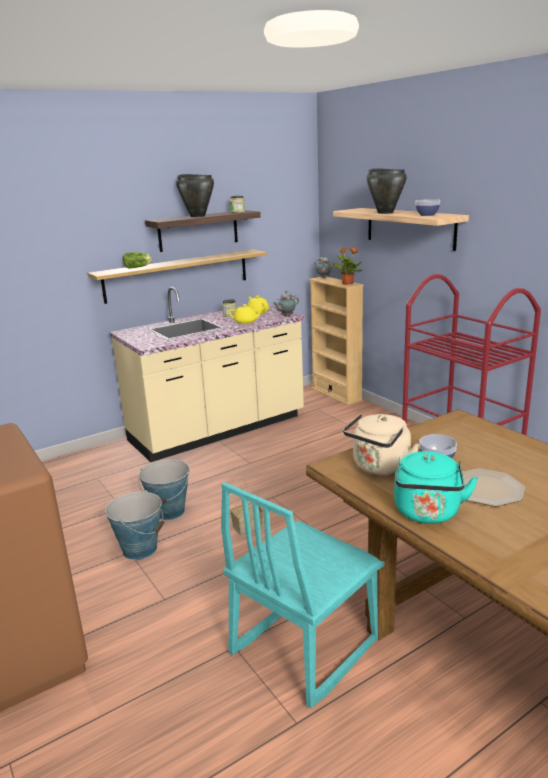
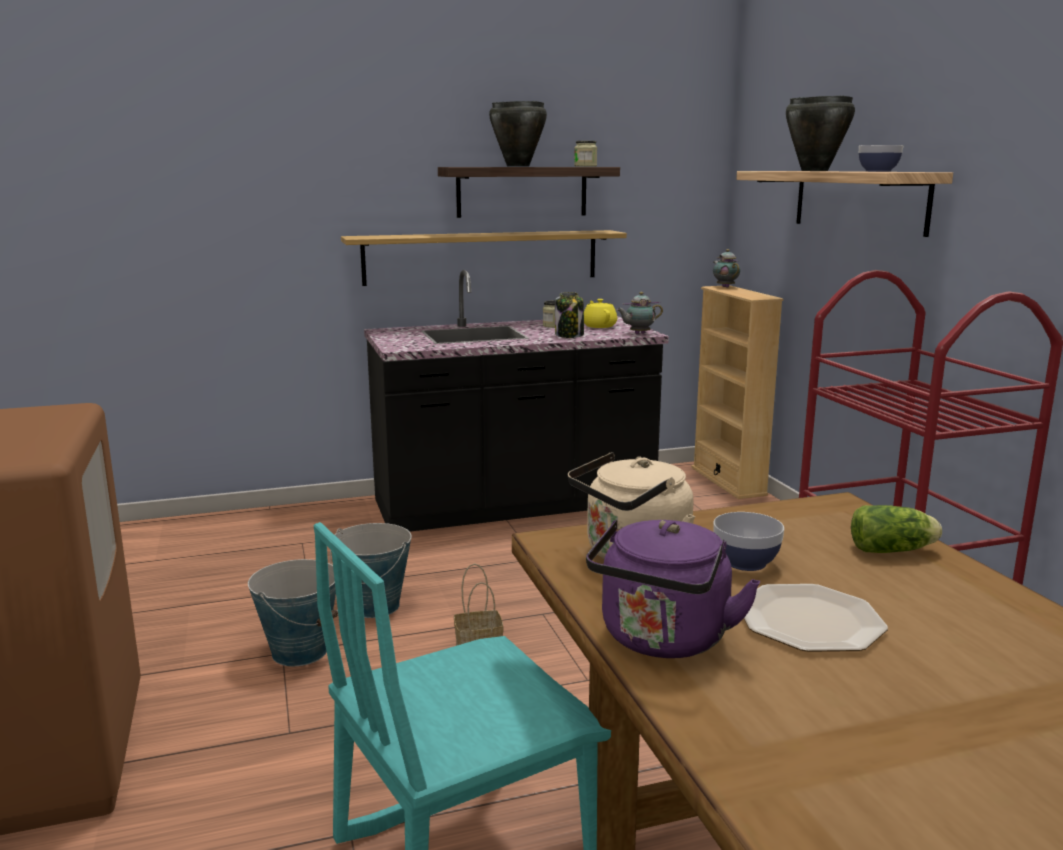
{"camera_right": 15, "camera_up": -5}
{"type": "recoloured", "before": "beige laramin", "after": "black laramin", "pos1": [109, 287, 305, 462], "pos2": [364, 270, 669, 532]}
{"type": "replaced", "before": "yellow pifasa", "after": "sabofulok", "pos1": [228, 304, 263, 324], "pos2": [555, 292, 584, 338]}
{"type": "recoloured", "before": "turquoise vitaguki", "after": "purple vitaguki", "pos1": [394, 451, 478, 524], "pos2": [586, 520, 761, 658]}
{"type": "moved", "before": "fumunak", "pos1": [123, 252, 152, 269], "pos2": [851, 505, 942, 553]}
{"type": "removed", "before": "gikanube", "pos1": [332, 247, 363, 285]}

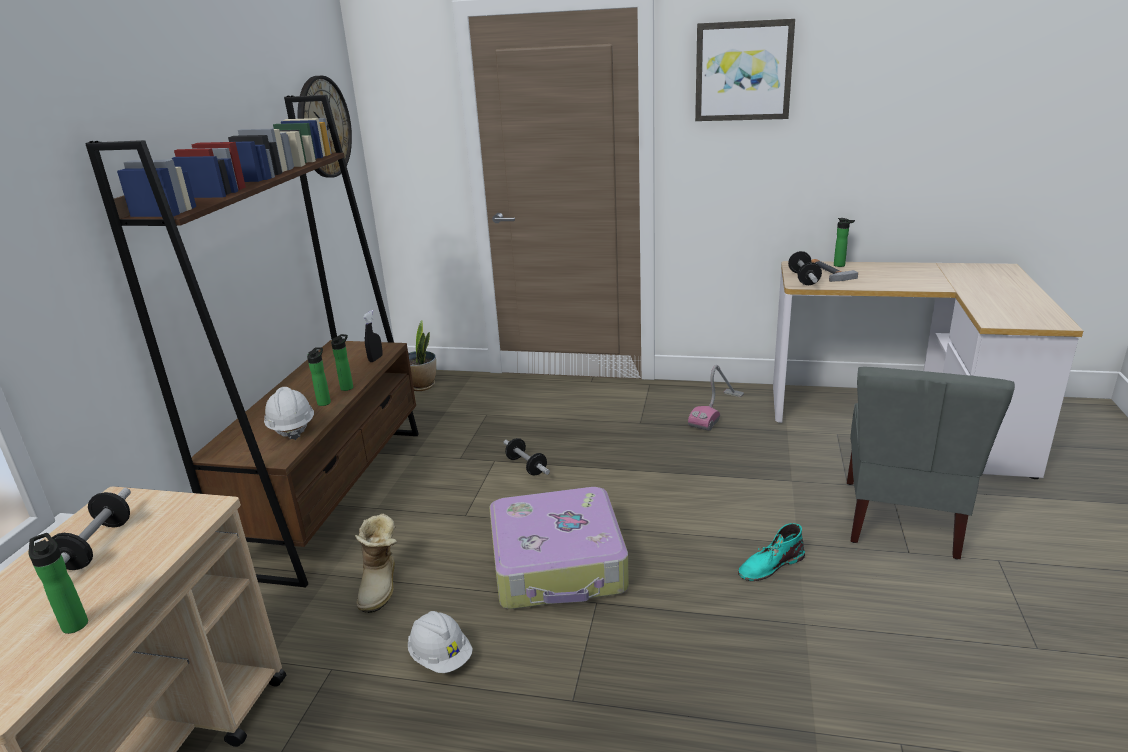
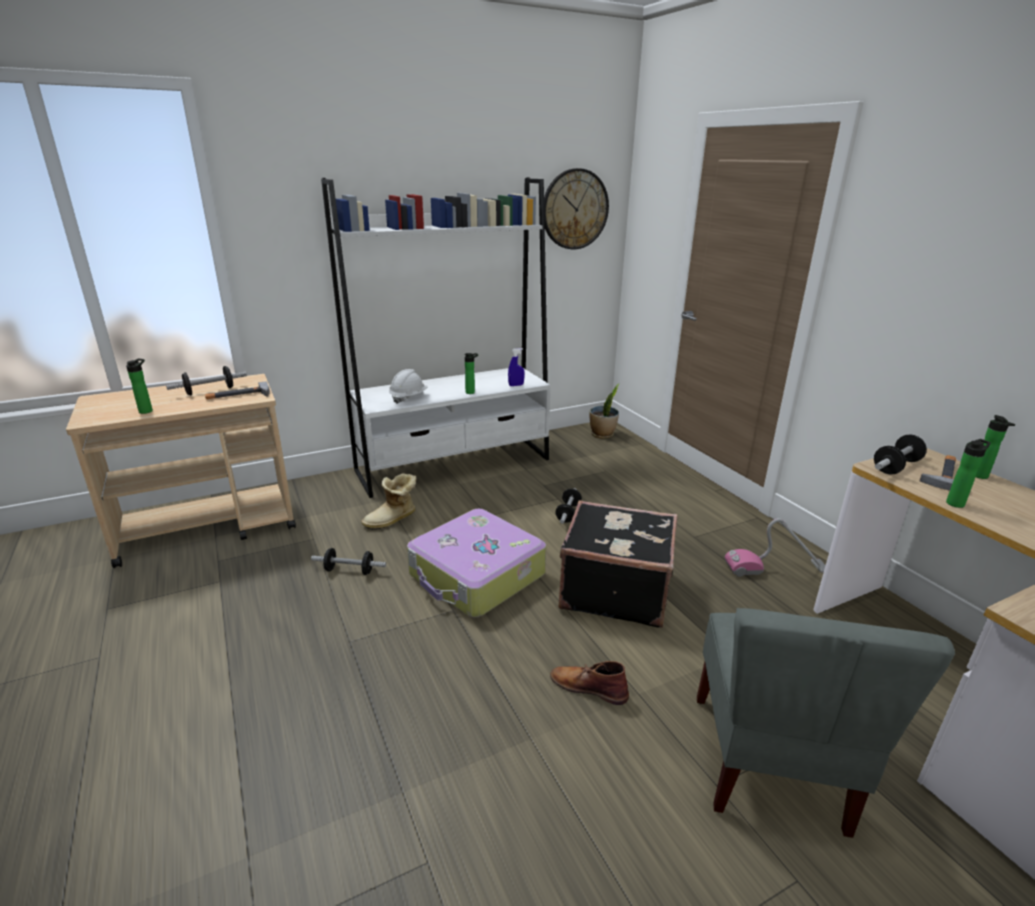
{"camera_right": 50, "camera_up": 0}
{"type": "added", "after": "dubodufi", "pos2": [205, 381, 270, 399]}
{"type": "replaced", "before": "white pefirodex", "after": "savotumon", "pos1": [408, 611, 473, 673], "pos2": [311, 548, 386, 575]}
{"type": "recoloured", "before": "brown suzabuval", "after": "white suzabuval", "pos1": [85, 95, 419, 587], "pos2": [321, 177, 551, 498]}
{"type": "recoloured", "before": "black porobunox", "after": "blue porobunox", "pos1": [363, 310, 383, 362], "pos2": [508, 348, 525, 386]}
{"type": "recoloured", "before": "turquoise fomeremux", "after": "brown fomeremux", "pos1": [738, 523, 805, 581], "pos2": [550, 661, 629, 705]}
{"type": "added", "after": "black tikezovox", "pos2": [559, 500, 677, 628]}
{"type": "turned", "before": "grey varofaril", "pos1": [847, 367, 1015, 559], "pos2": [697, 608, 955, 838], "turn": -60}
{"type": "moved", "before": "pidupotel", "pos1": [307, 347, 331, 406], "pos2": [946, 439, 991, 508]}
{"type": "removed", "before": "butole", "pos1": [695, 19, 795, 121]}

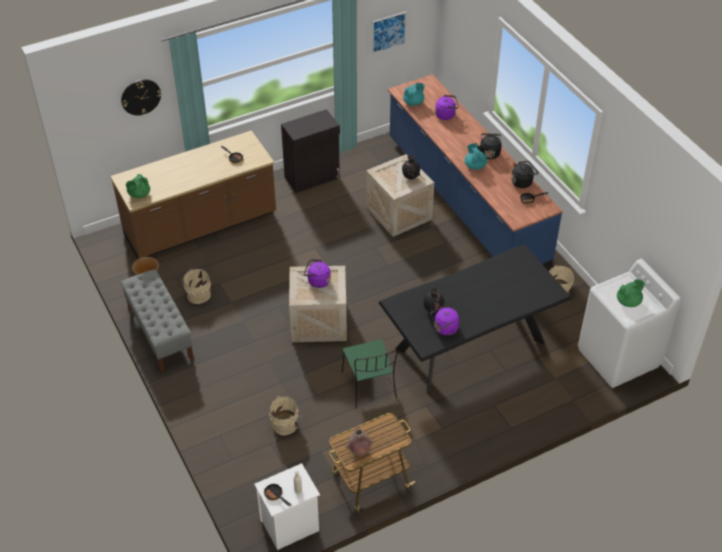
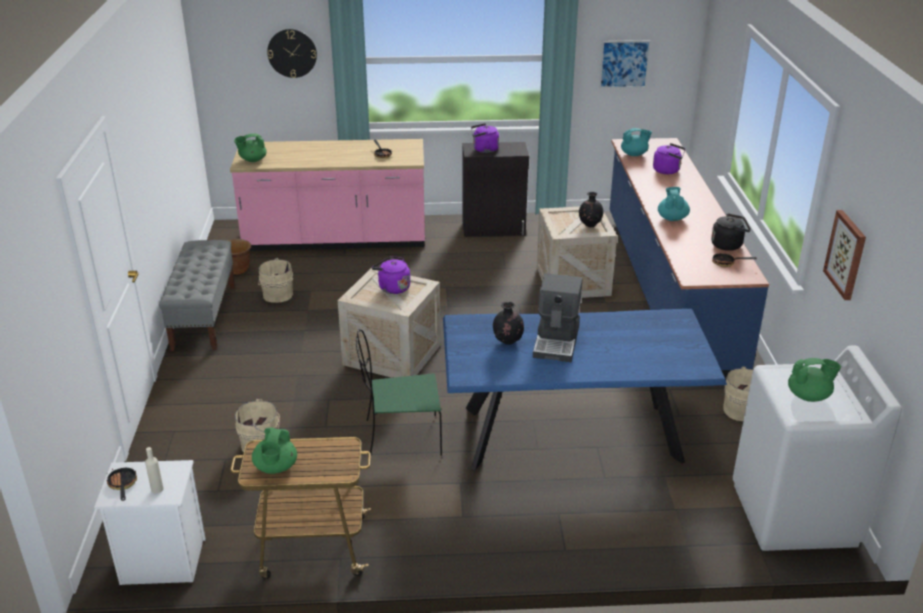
{"camera_right": 25, "camera_up": -15}
{"type": "recoloured", "before": "brown laramin", "after": "pink laramin", "pos1": [110, 130, 276, 259], "pos2": [230, 139, 425, 251]}
{"type": "replaced", "before": "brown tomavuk", "after": "green pifasa", "pos1": [346, 428, 373, 456], "pos2": [252, 427, 297, 474]}
{"type": "turned", "before": "green varofaril", "pos1": [342, 339, 398, 408], "pos2": [356, 329, 442, 456], "turn": 75}
{"type": "recoloured", "before": "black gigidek", "after": "blue gigidek", "pos1": [378, 244, 571, 394], "pos2": [443, 309, 727, 471]}
{"type": "moved", "before": "purple vitaguki", "pos1": [430, 307, 459, 335], "pos2": [471, 123, 499, 153]}
{"type": "added", "after": "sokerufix", "pos2": [533, 273, 582, 362]}
{"type": "added", "after": "butole", "pos2": [823, 210, 866, 300]}
{"type": "removed", "before": "black vitaguki", "pos1": [475, 133, 501, 159]}

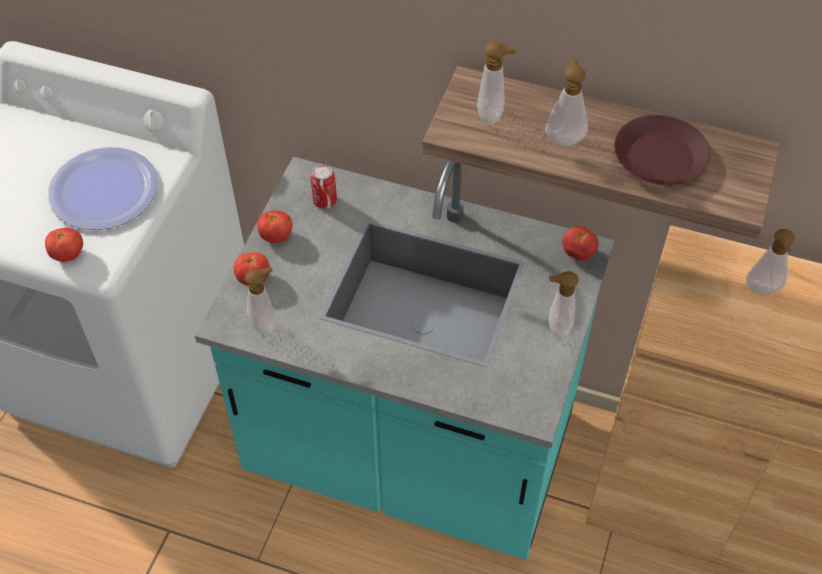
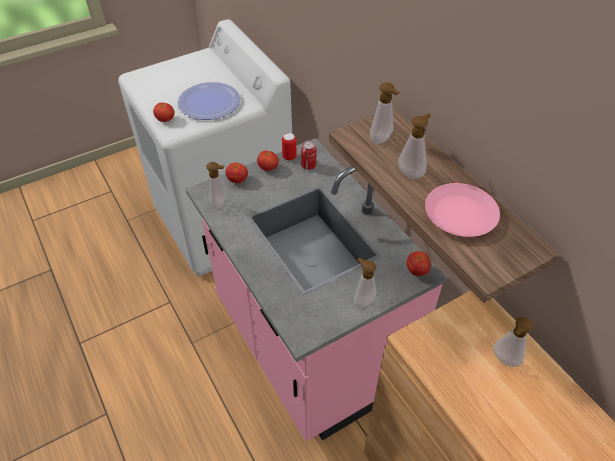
{"camera_right": 40, "camera_up": -5}
{"type": "recoloured", "before": "turquoise laramin", "after": "pink laramin", "pos1": [195, 157, 614, 560], "pos2": [186, 138, 447, 441]}
{"type": "added", "after": "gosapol", "pos2": [282, 133, 297, 161]}
{"type": "recoloured", "before": "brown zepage", "after": "pink zepage", "pos1": [614, 115, 710, 185], "pos2": [425, 183, 500, 237]}

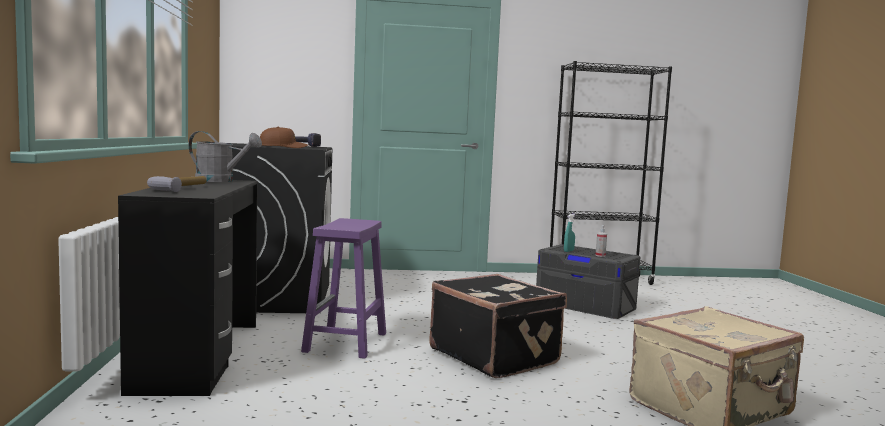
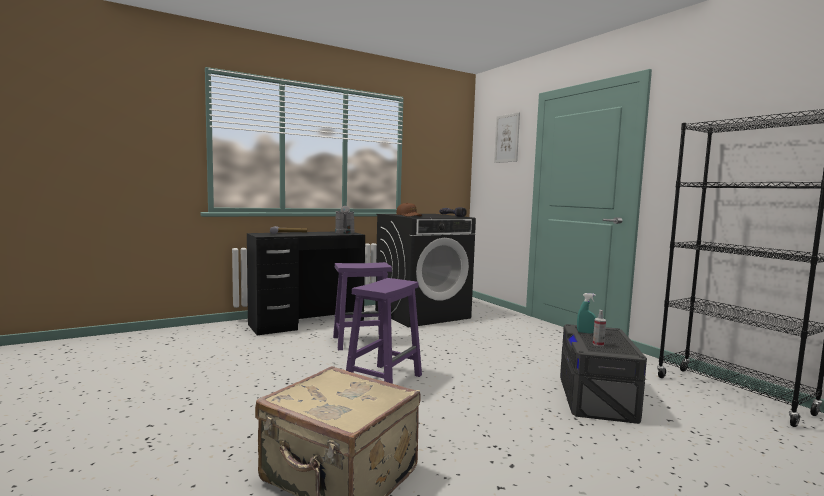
{"camera_right": 65, "camera_up": 0}
{"type": "replaced", "before": "black tikezovox", "after": "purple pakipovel", "pos1": [429, 274, 567, 378], "pos2": [346, 278, 422, 384]}
{"type": "added", "after": "butole", "pos2": [494, 112, 520, 163]}

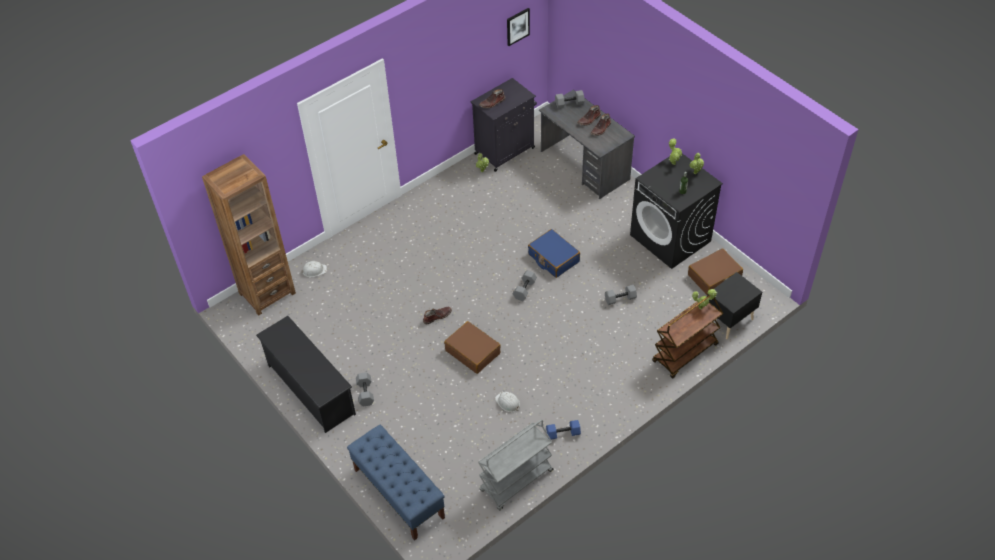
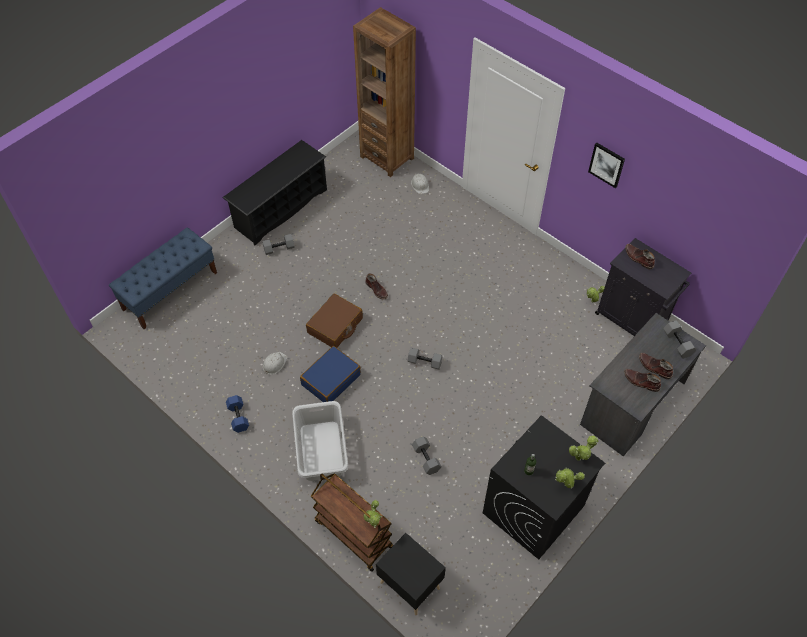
{"camera_right": 80, "camera_up": 5}
{"type": "added", "after": "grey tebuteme", "pos2": [292, 401, 348, 481]}
{"type": "moved", "before": "blue tikezovox", "pos1": [528, 229, 580, 278], "pos2": [300, 346, 361, 402]}
{"type": "moved", "before": "butole", "pos1": [507, 8, 530, 46], "pos2": [588, 143, 625, 188]}
{"type": "removed", "before": "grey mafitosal", "pos1": [478, 419, 553, 511]}
{"type": "removed", "before": "brown tikezovox", "pos1": [688, 248, 743, 295]}

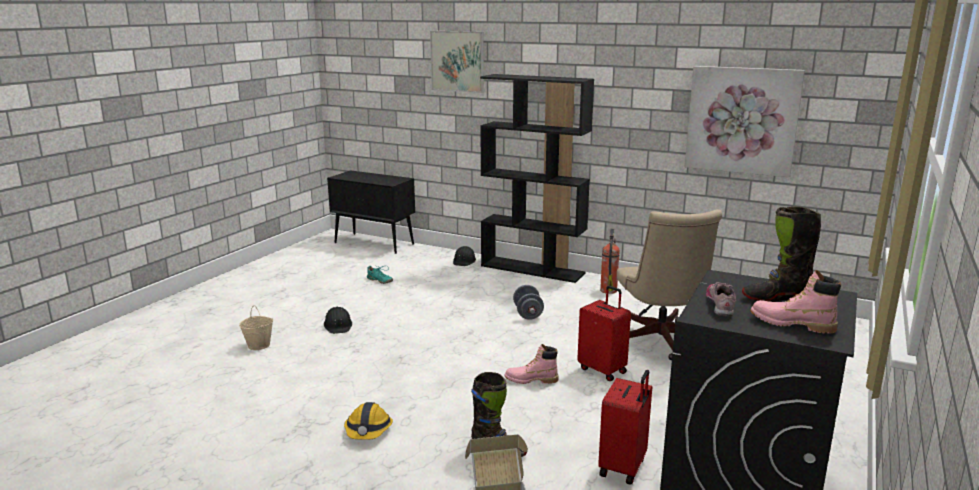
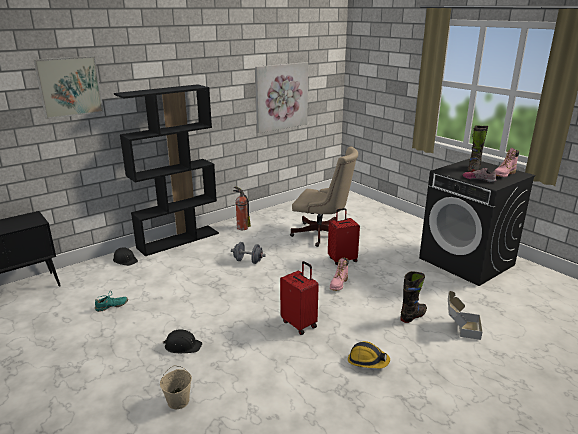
{"camera_right": -65, "camera_up": 5}
{"type": "moved", "before": "red tikezovox", "pos1": [598, 370, 652, 485], "pos2": [280, 261, 319, 335]}

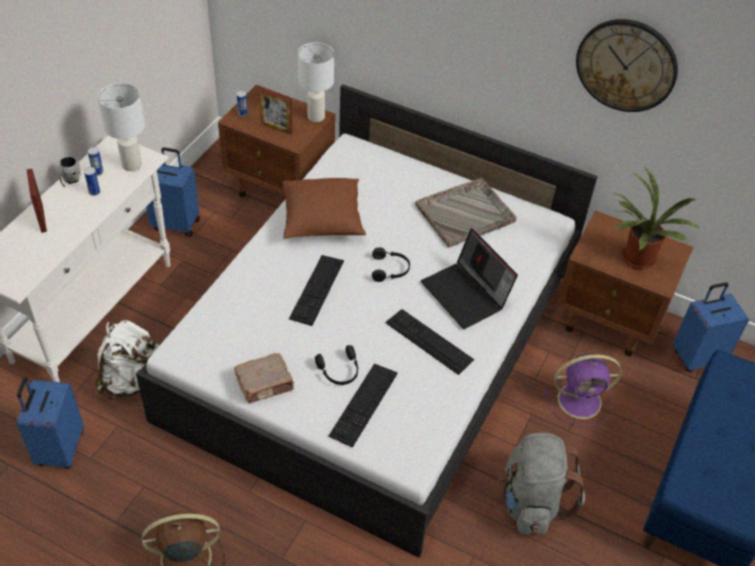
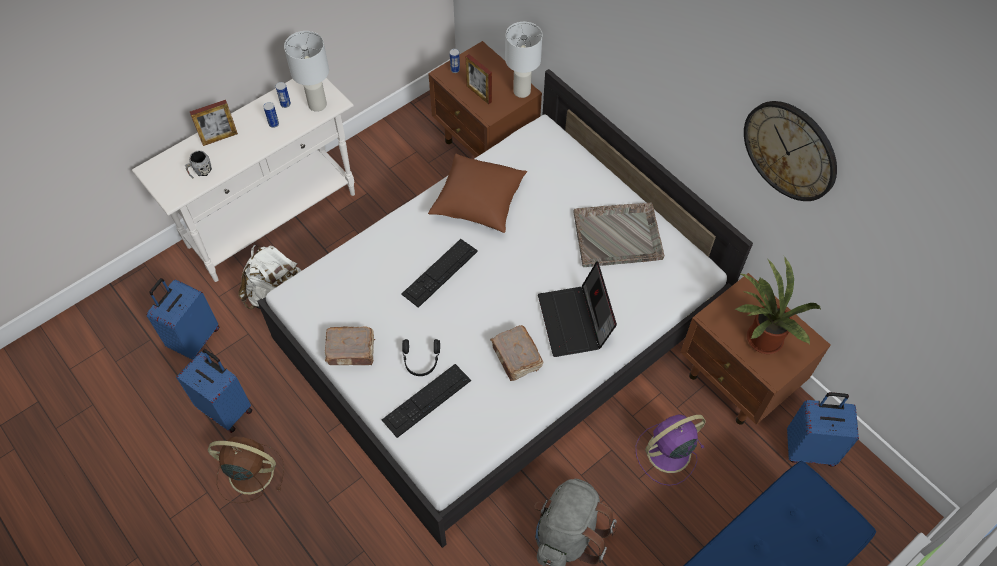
{"camera_right": 25, "camera_up": 10}
{"type": "moved", "before": "blue tikezovox", "pos1": [146, 147, 200, 237], "pos2": [176, 349, 252, 433]}
{"type": "moved", "before": "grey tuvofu", "pos1": [58, 156, 81, 187], "pos2": [185, 150, 212, 178]}
{"type": "turned", "before": "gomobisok", "pos1": [26, 169, 47, 233], "pos2": [190, 100, 238, 146], "turn": -120}
{"type": "replaced", "before": "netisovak", "after": "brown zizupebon", "pos1": [386, 309, 474, 375], "pos2": [490, 325, 543, 381]}
{"type": "turned", "before": "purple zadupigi", "pos1": [544, 354, 622, 427], "pos2": [636, 414, 706, 486], "turn": 135}
{"type": "removed", "before": "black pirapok", "pos1": [372, 247, 410, 282]}

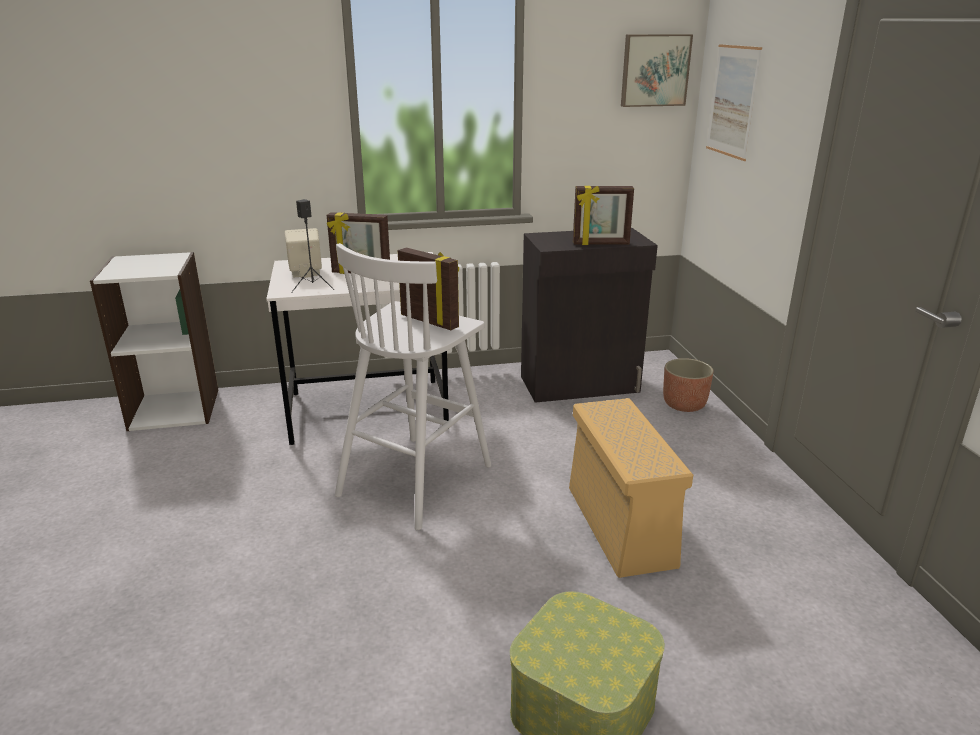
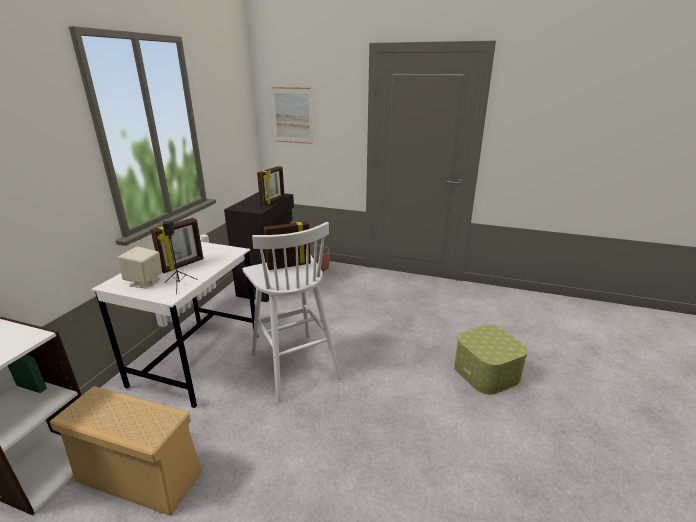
{"camera_right": -60, "camera_up": 0}
{"type": "moved", "before": "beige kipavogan", "pos1": [569, 398, 693, 578], "pos2": [50, 386, 202, 516]}
{"type": "removed", "before": "butole", "pos1": [621, 34, 693, 107]}

